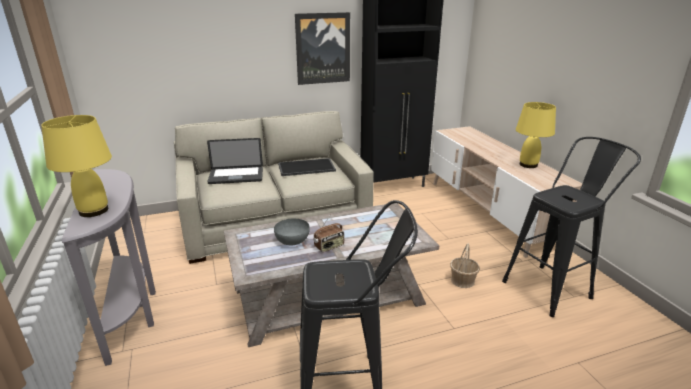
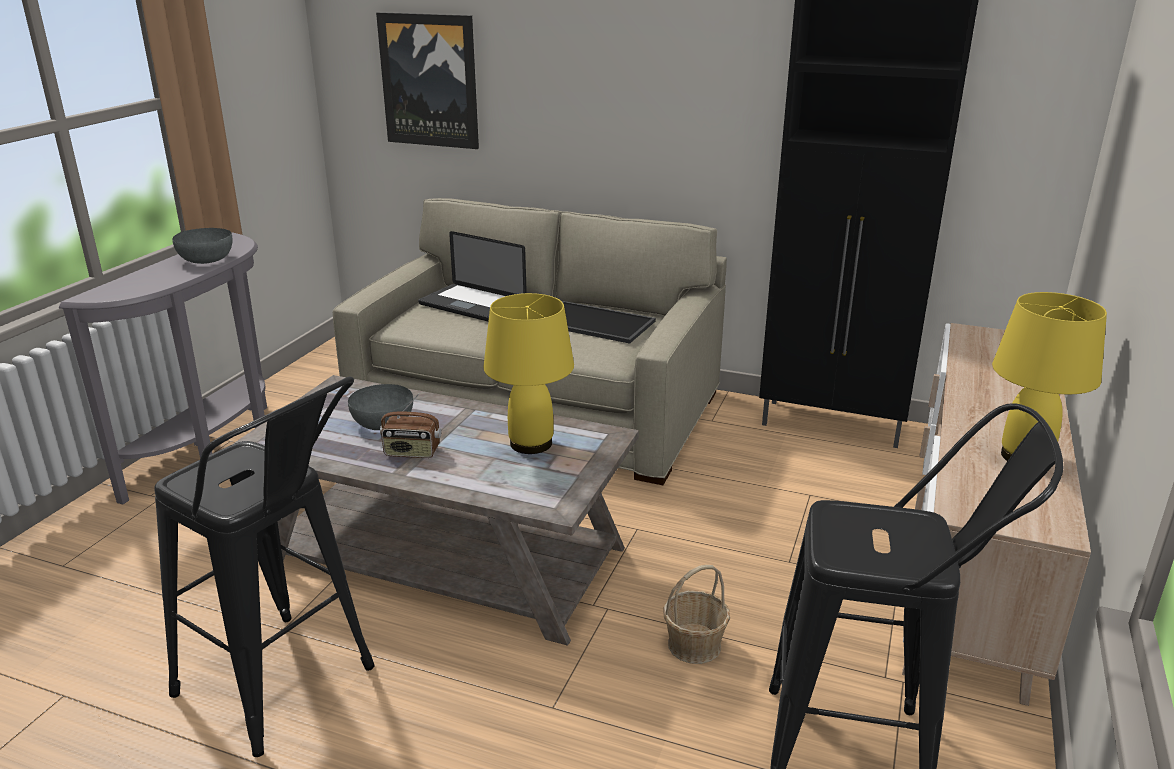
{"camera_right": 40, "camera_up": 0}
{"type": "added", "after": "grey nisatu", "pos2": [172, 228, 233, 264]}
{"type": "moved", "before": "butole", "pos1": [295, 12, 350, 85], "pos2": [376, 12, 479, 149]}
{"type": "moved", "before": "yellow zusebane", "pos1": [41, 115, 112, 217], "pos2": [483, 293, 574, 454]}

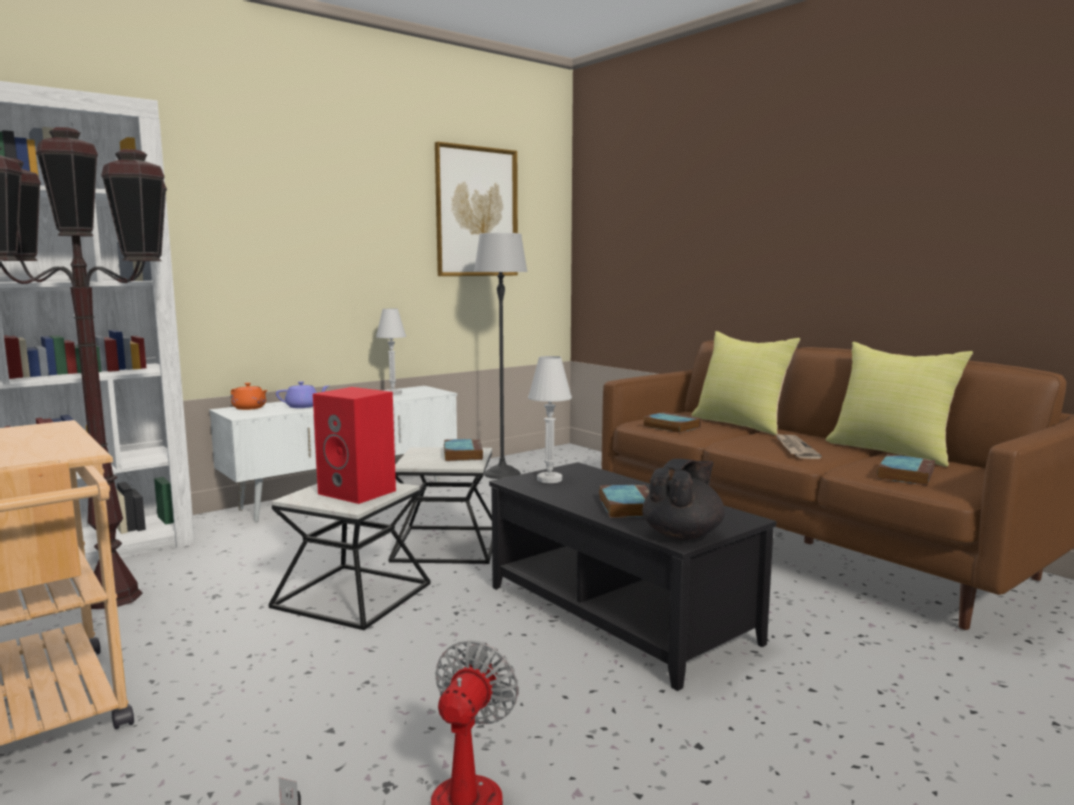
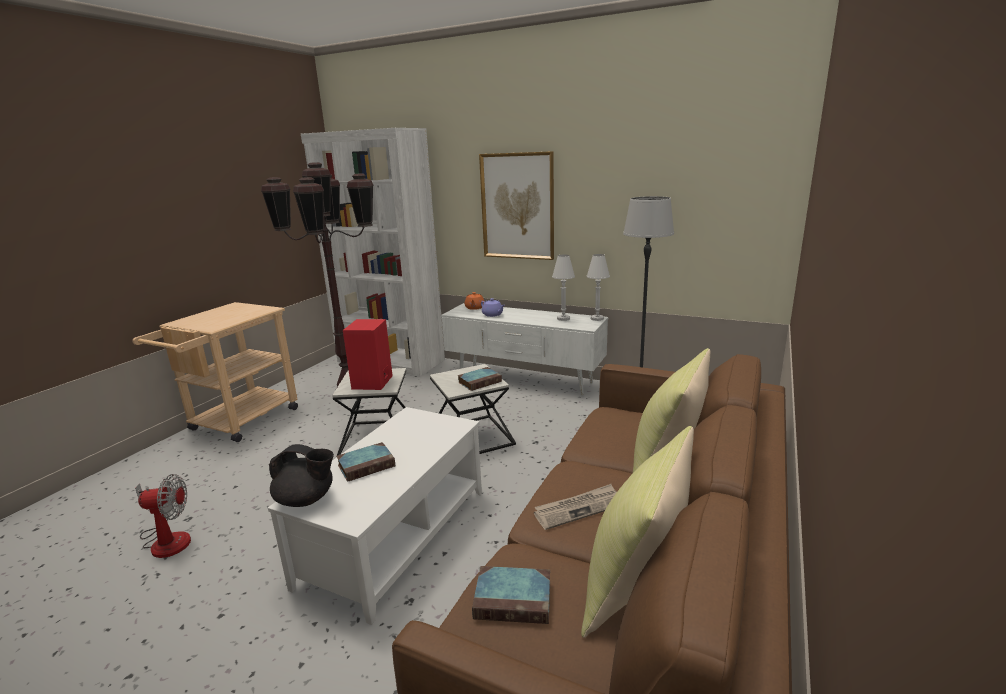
{"camera_right": 65, "camera_up": 10}
{"type": "recoloured", "before": "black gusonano", "after": "white gusonano", "pos1": [489, 462, 776, 691], "pos2": [268, 407, 482, 625]}
{"type": "moved", "before": "butole", "pos1": [435, 142, 518, 276], "pos2": [479, 151, 554, 260]}
{"type": "moved", "before": "white zusebane", "pos1": [528, 356, 572, 483], "pos2": [587, 254, 610, 321]}
{"type": "removed", "before": "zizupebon", "pos1": [644, 412, 701, 433]}

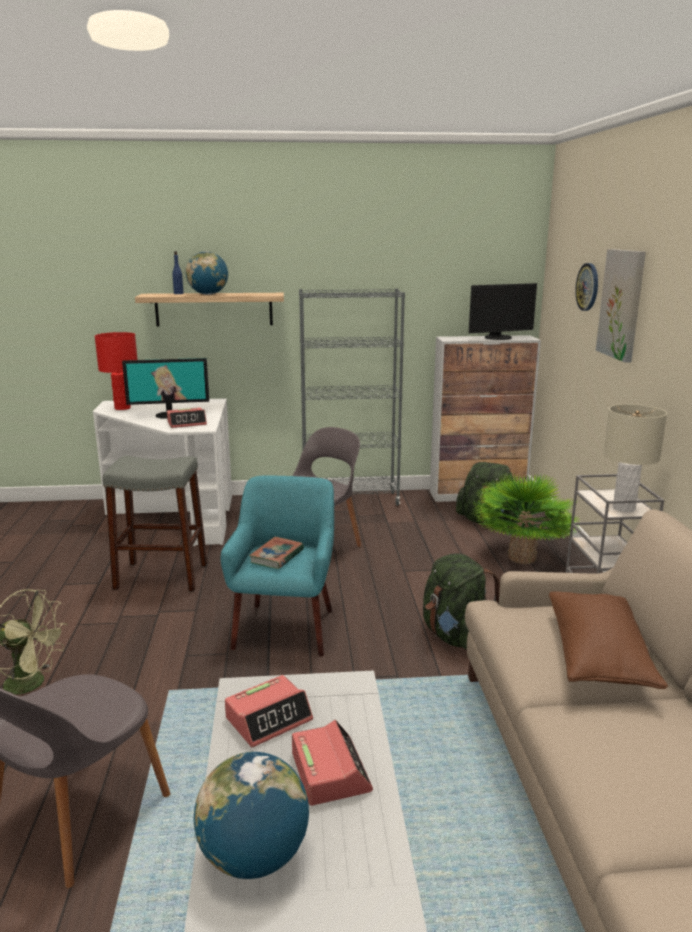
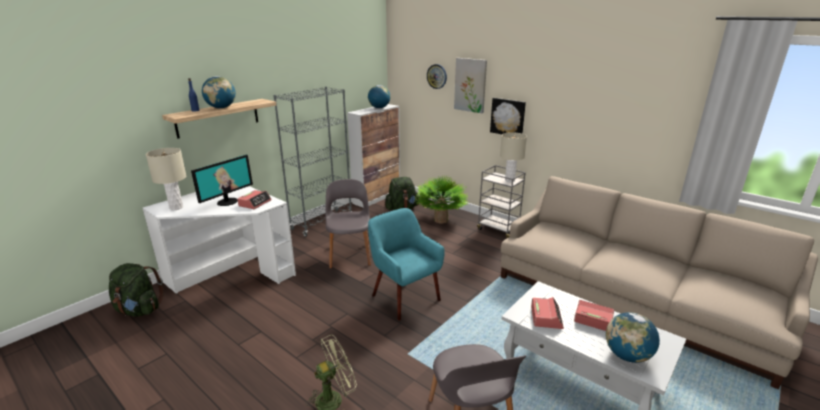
{"camera_right": -45, "camera_up": 5}
{"type": "moved", "before": "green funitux", "pos1": [423, 553, 500, 649], "pos2": [109, 263, 164, 317]}
{"type": "recoloured", "before": "red zusebane", "after": "beige zusebane", "pos1": [95, 332, 137, 410], "pos2": [146, 148, 186, 210]}
{"type": "replaced", "before": "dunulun", "after": "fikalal", "pos1": [469, 283, 537, 340], "pos2": [368, 85, 390, 108]}
{"type": "added", "after": "butole", "pos2": [490, 98, 526, 134]}
{"type": "removed", "before": "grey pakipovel", "pos1": [102, 456, 208, 592]}
{"type": "removed", "before": "zizupebon", "pos1": [249, 537, 304, 569]}
{"type": "removed", "before": "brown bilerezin", "pos1": [549, 592, 668, 689]}

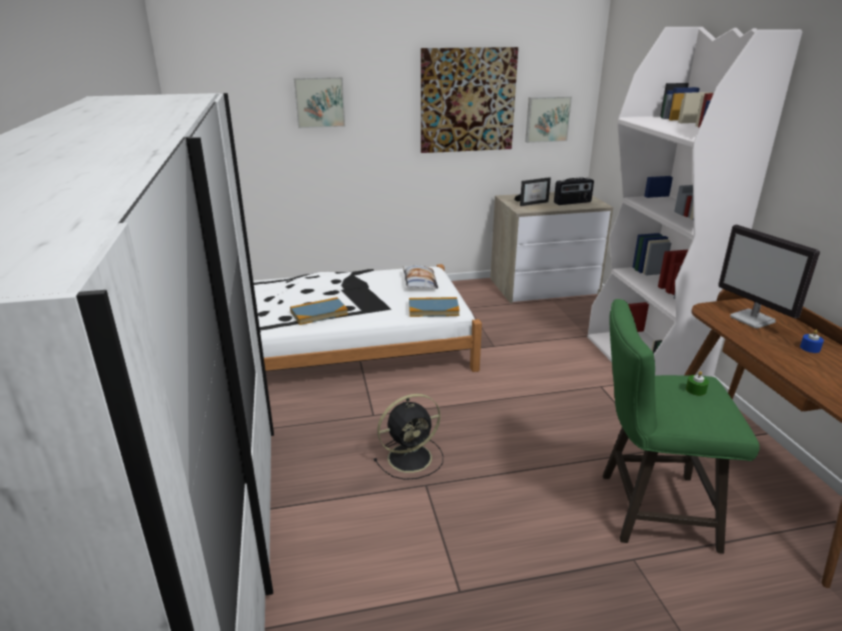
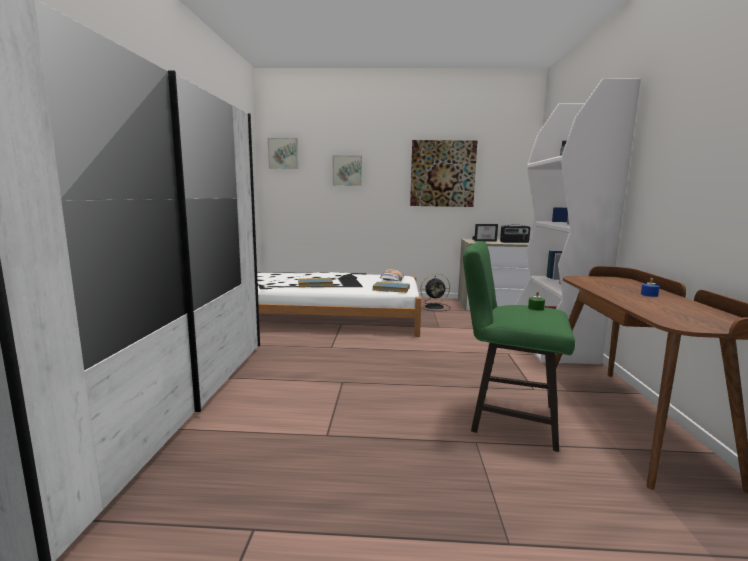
{"camera_right": 15, "camera_up": -15}
{"type": "moved", "before": "butole", "pos1": [525, 96, 572, 143], "pos2": [268, 138, 298, 169]}
{"type": "moved", "before": "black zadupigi", "pos1": [373, 394, 443, 480], "pos2": [420, 273, 450, 311]}
{"type": "removed", "before": "dunulun", "pos1": [718, 225, 820, 328]}

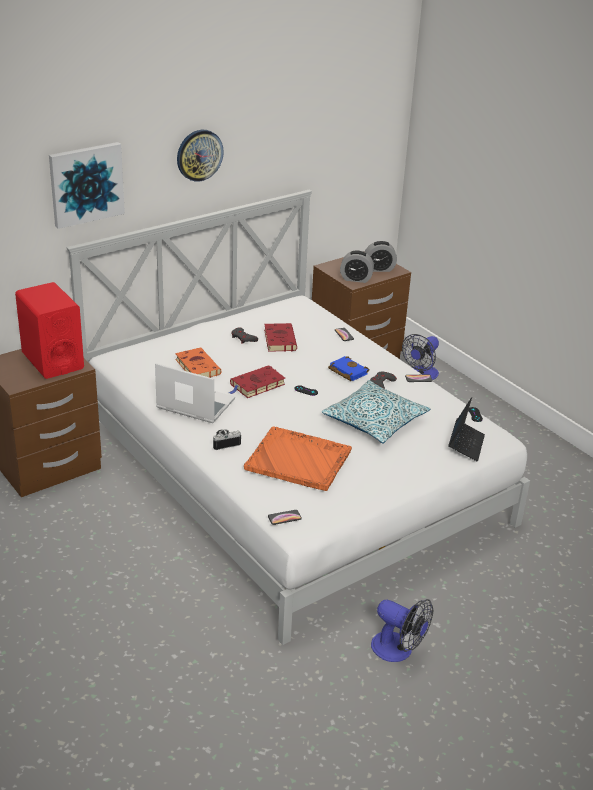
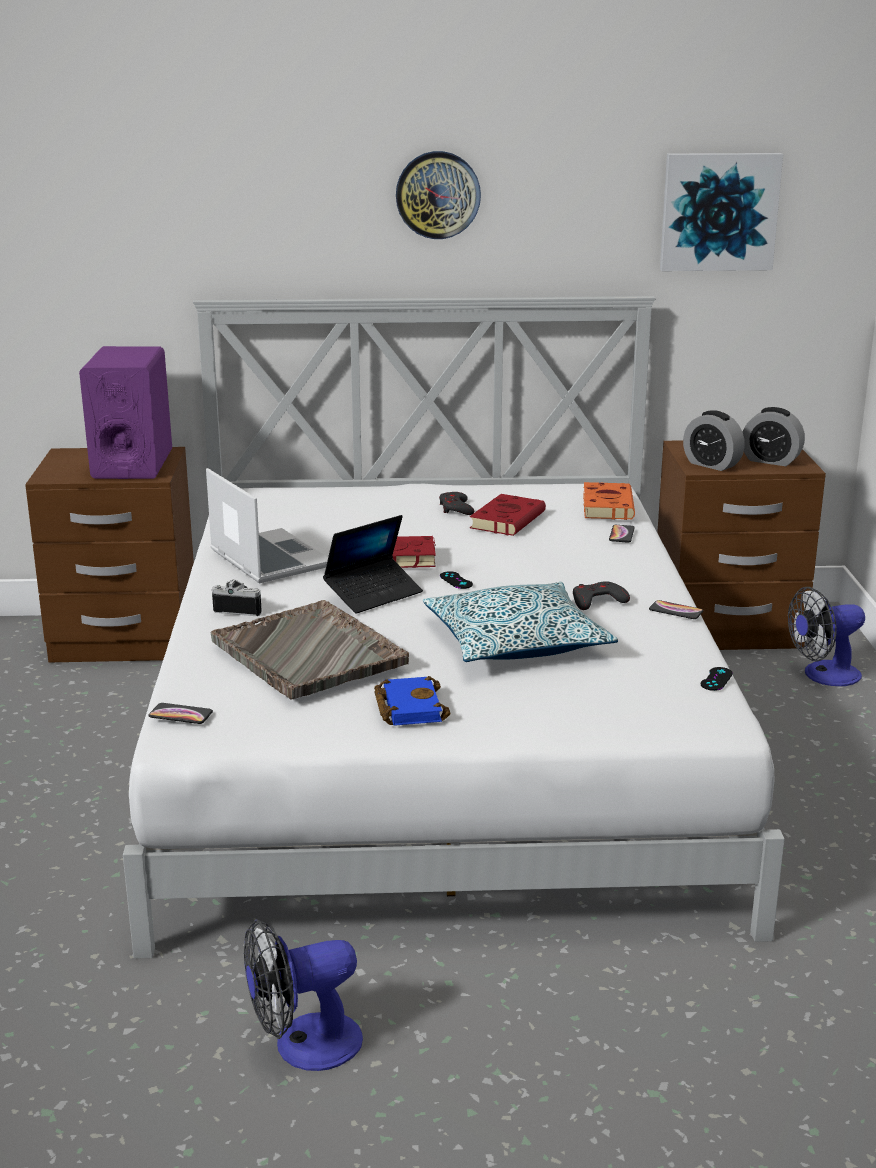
{"camera_right": 35, "camera_up": -10}
{"type": "recoloured", "before": "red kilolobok", "after": "purple kilolobok", "pos1": [15, 282, 84, 379], "pos2": [79, 346, 172, 479]}
{"type": "recoloured", "before": "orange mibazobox", "after": "grey mibazobox", "pos1": [244, 426, 352, 491], "pos2": [211, 600, 409, 699]}
{"type": "turned", "before": "zadupigi", "pos1": [371, 599, 433, 662], "pos2": [244, 919, 363, 1071], "turn": 90}
{"type": "moved", "before": "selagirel", "pos1": [448, 397, 485, 462], "pos2": [323, 515, 423, 614]}
{"type": "moved", "before": "blue zizupebon", "pos1": [328, 356, 370, 381], "pos2": [374, 676, 451, 726]}
{"type": "moved", "before": "orange zizupebon", "pos1": [175, 347, 221, 378], "pos2": [583, 482, 635, 520]}
{"type": "moved", "before": "butole", "pos1": [49, 142, 125, 229], "pos2": [660, 153, 783, 271]}

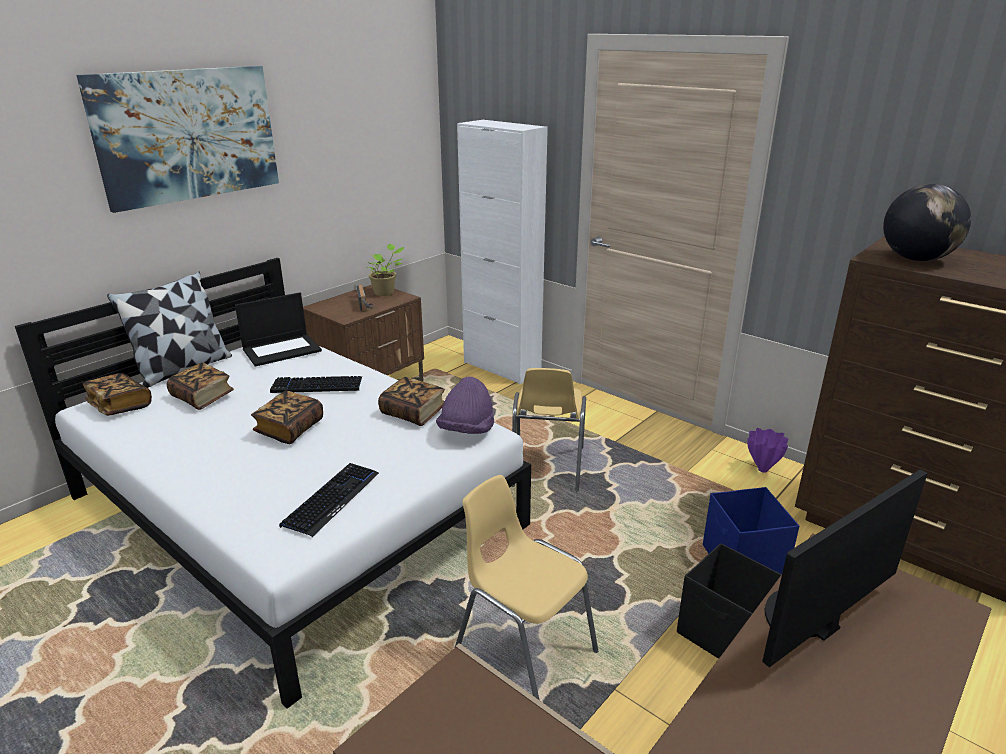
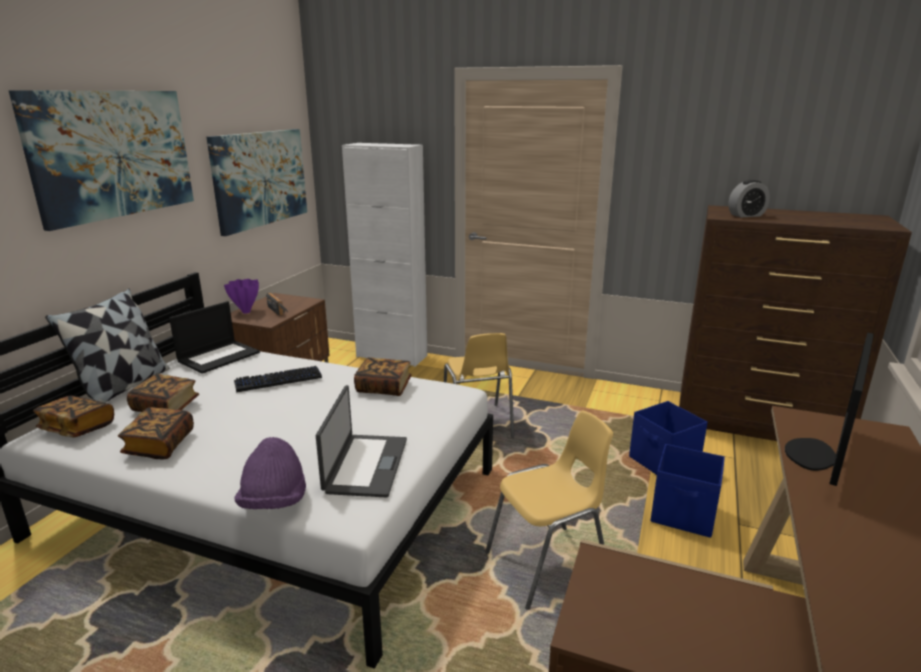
{"camera_right": -20, "camera_up": -5}
{"type": "moved", "before": "zizupebon", "pos1": [251, 391, 323, 444], "pos2": [118, 407, 194, 459]}
{"type": "added", "after": "butole", "pos2": [206, 129, 307, 236]}
{"type": "moved", "before": "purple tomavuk", "pos1": [747, 428, 788, 473], "pos2": [224, 279, 259, 314]}
{"type": "moved", "before": "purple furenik", "pos1": [436, 377, 494, 434], "pos2": [234, 437, 306, 509]}
{"type": "replaced", "before": "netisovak", "after": "selagirel", "pos1": [279, 463, 379, 537], "pos2": [316, 385, 407, 498]}
{"type": "turned", "before": "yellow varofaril", "pos1": [455, 475, 598, 700], "pos2": [485, 411, 613, 610], "turn": 135}
{"type": "recoloured", "before": "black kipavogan", "after": "blue kipavogan", "pos1": [677, 543, 782, 659], "pos2": [651, 444, 725, 538]}
{"type": "replaced", "before": "fikalal", "after": "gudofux", "pos1": [883, 184, 971, 261], "pos2": [728, 180, 770, 217]}
{"type": "removed", "before": "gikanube", "pos1": [365, 244, 405, 296]}

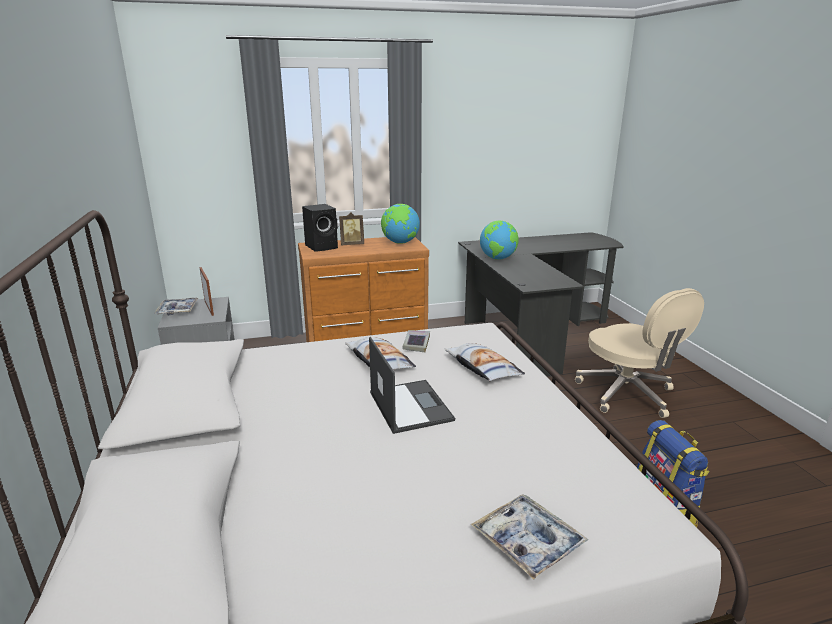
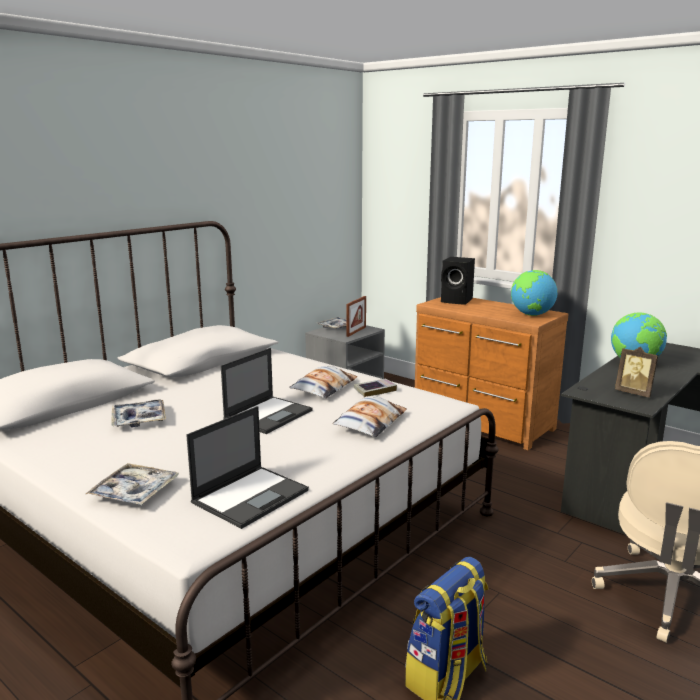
{"camera_right": 55, "camera_up": -5}
{"type": "added", "after": "mibazobox", "pos2": [111, 399, 166, 428]}
{"type": "added", "after": "selagirel", "pos2": [186, 406, 309, 529]}
{"type": "moved", "before": "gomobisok", "pos1": [339, 212, 364, 245], "pos2": [615, 347, 658, 398]}

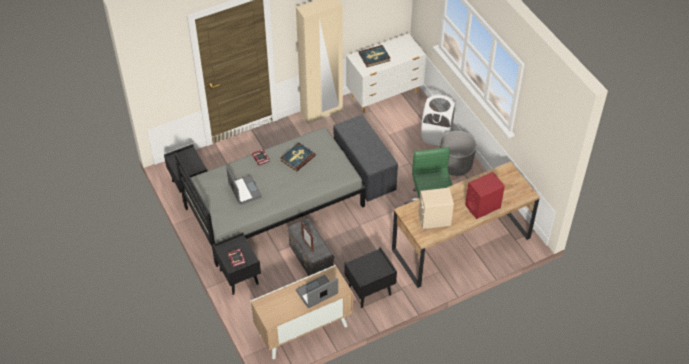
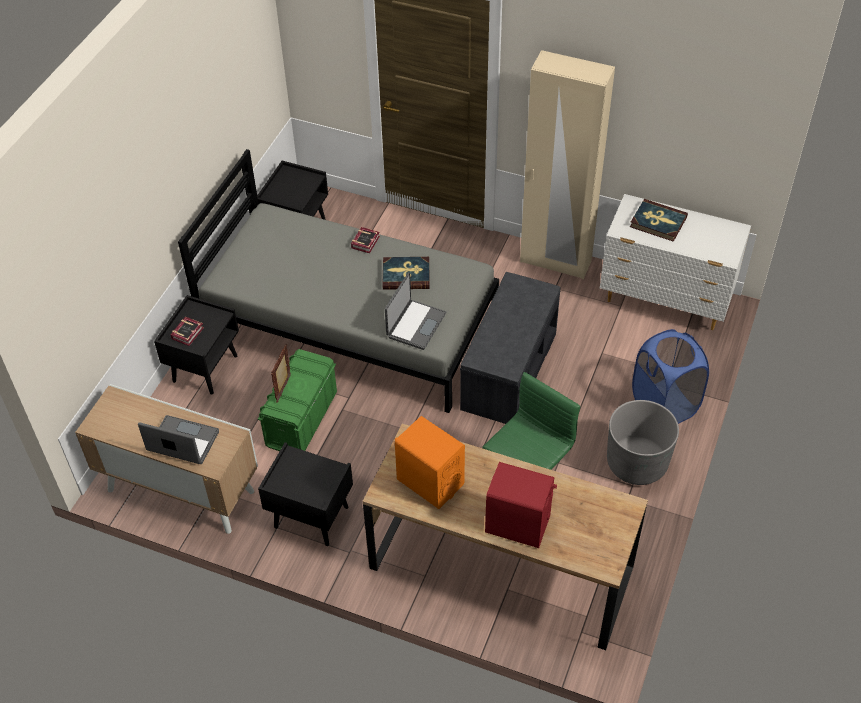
{"camera_right": 50, "camera_up": 0}
{"type": "recoloured", "before": "grey kipavogan", "after": "green kipavogan", "pos1": [287, 219, 335, 276], "pos2": [258, 349, 337, 451]}
{"type": "moved", "before": "selagirel", "pos1": [226, 167, 262, 205], "pos2": [385, 272, 446, 350]}
{"type": "recoloured", "before": "beige kilolobok", "after": "orange kilolobok", "pos1": [419, 188, 454, 229], "pos2": [395, 416, 465, 509]}
{"type": "recoloured", "before": "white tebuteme", "after": "blue tebuteme", "pos1": [421, 94, 456, 146], "pos2": [632, 329, 709, 424]}

